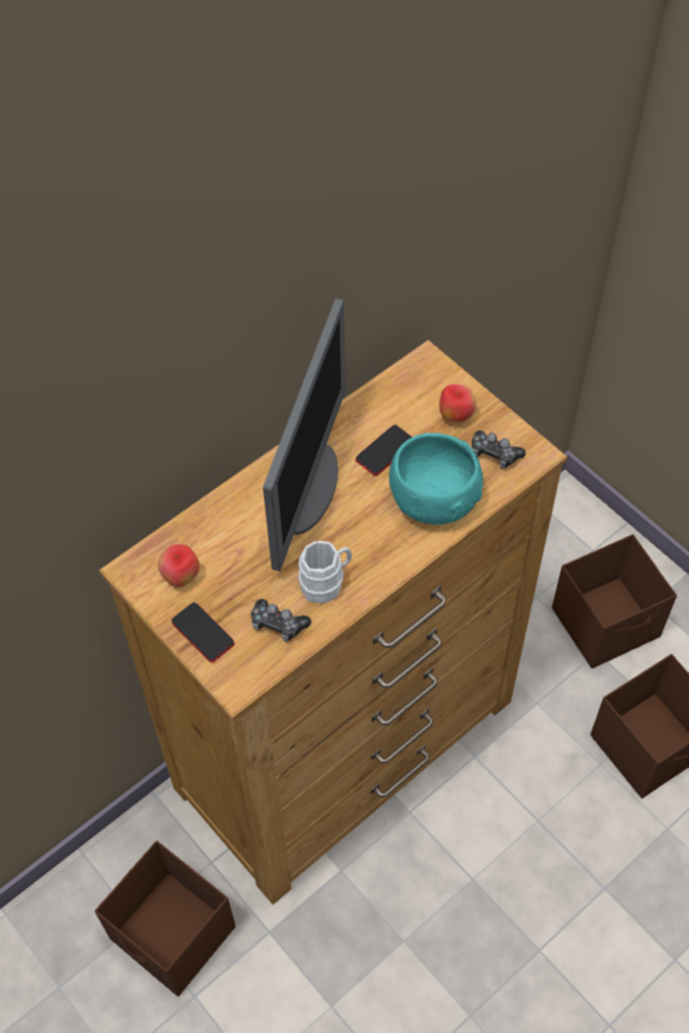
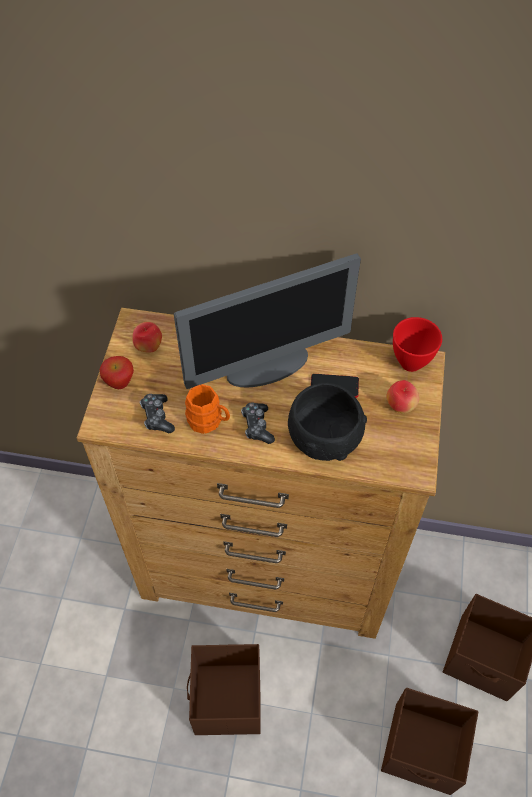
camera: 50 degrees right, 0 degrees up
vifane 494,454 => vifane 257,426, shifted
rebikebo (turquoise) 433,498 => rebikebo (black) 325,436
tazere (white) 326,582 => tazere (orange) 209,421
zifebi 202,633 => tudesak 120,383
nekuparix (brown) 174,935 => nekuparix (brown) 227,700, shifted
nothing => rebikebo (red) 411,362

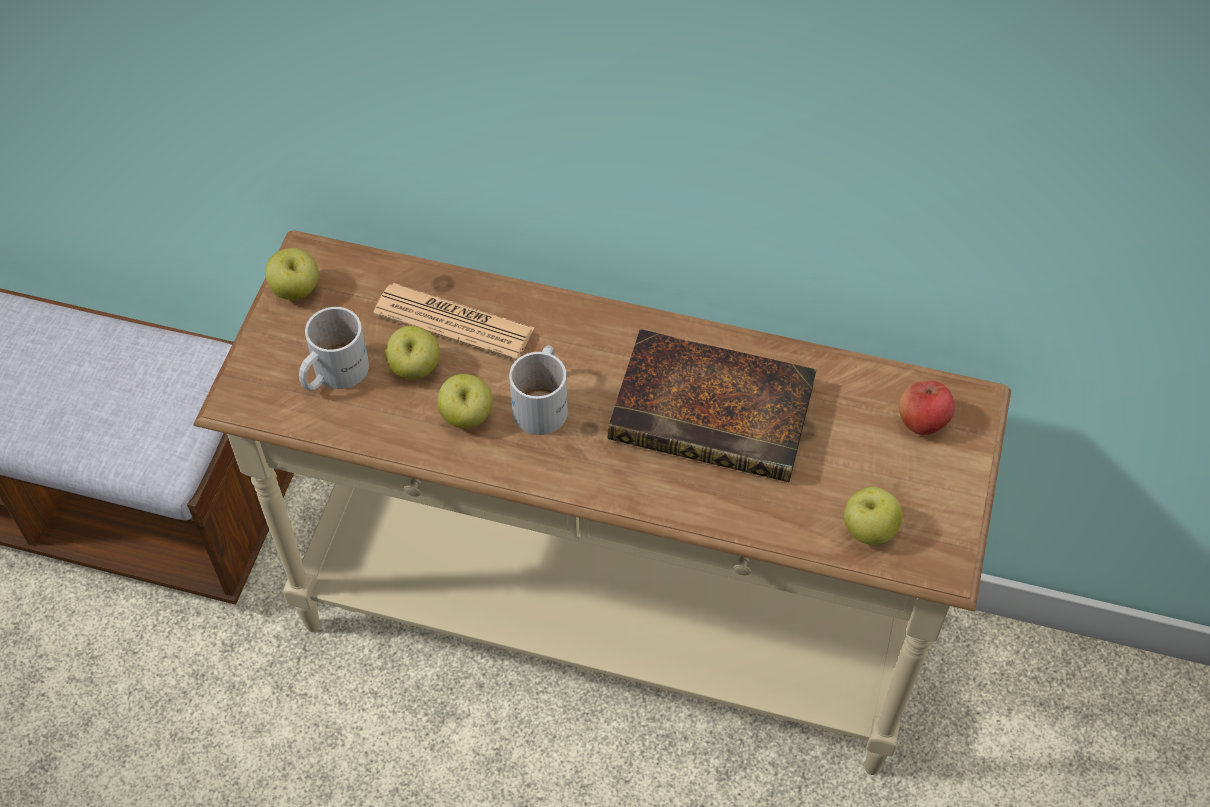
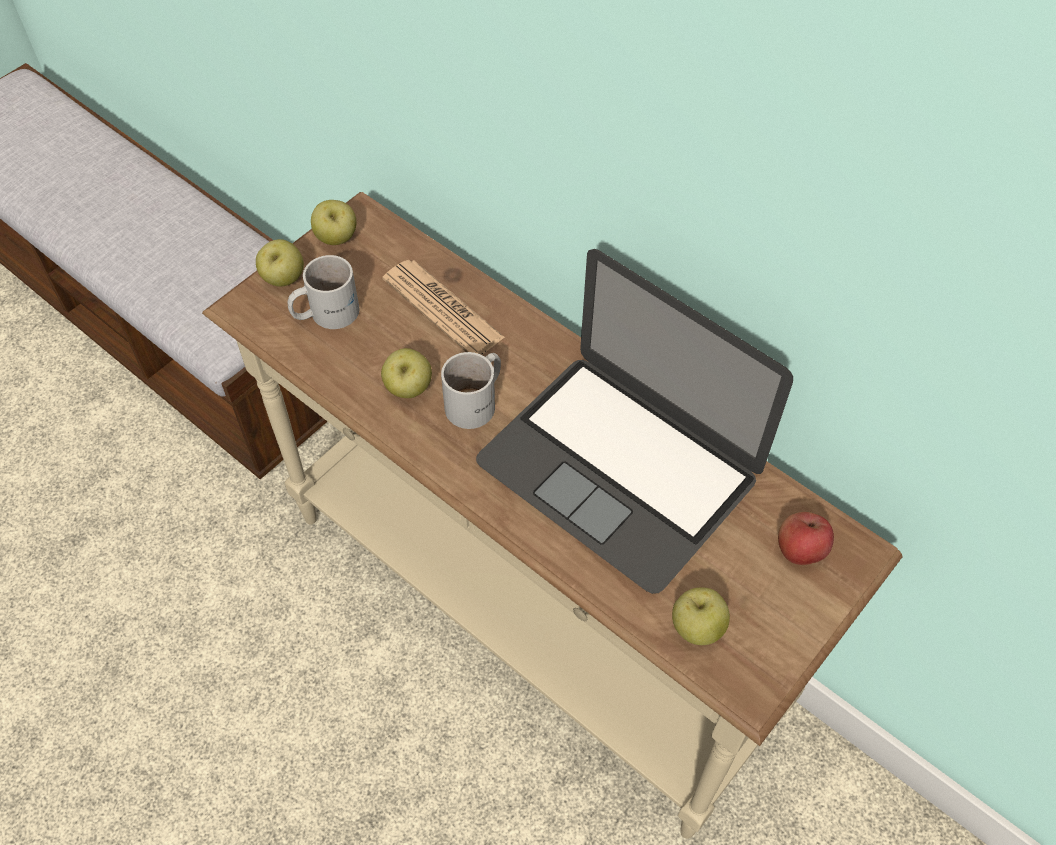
camera: 25 degrees right, 0 degrees up
tudesak 415,368 => tudesak 284,279, shifted
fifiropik 717,413 => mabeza 618,468

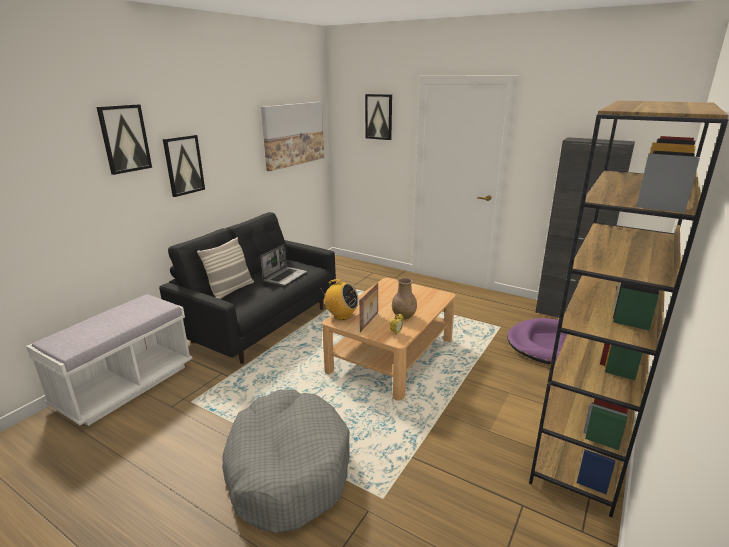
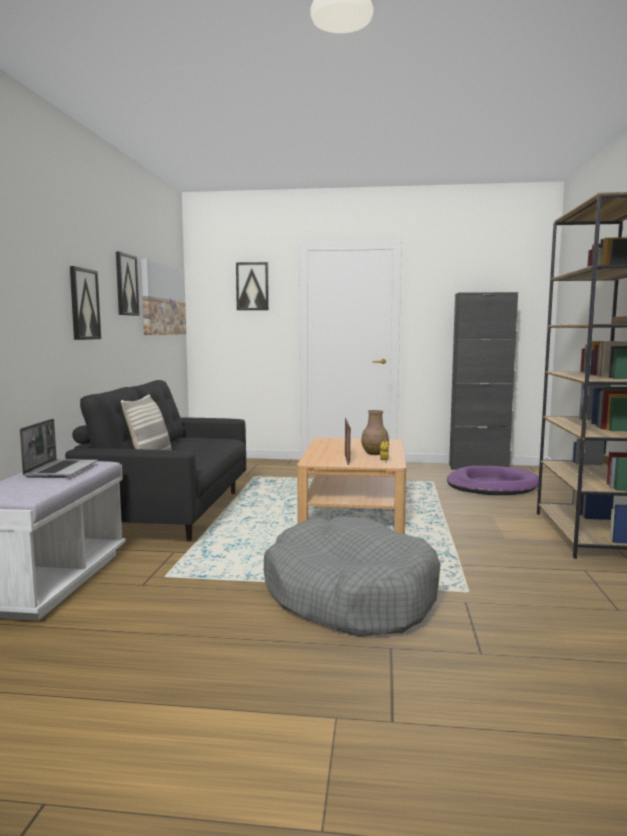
camera: 25 degrees left, 15 degrees down
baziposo 124,139 => baziposo 126,284, shifted
mabeza 285,276 => mabeza 61,470, shifted
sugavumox 341,316 => nothing

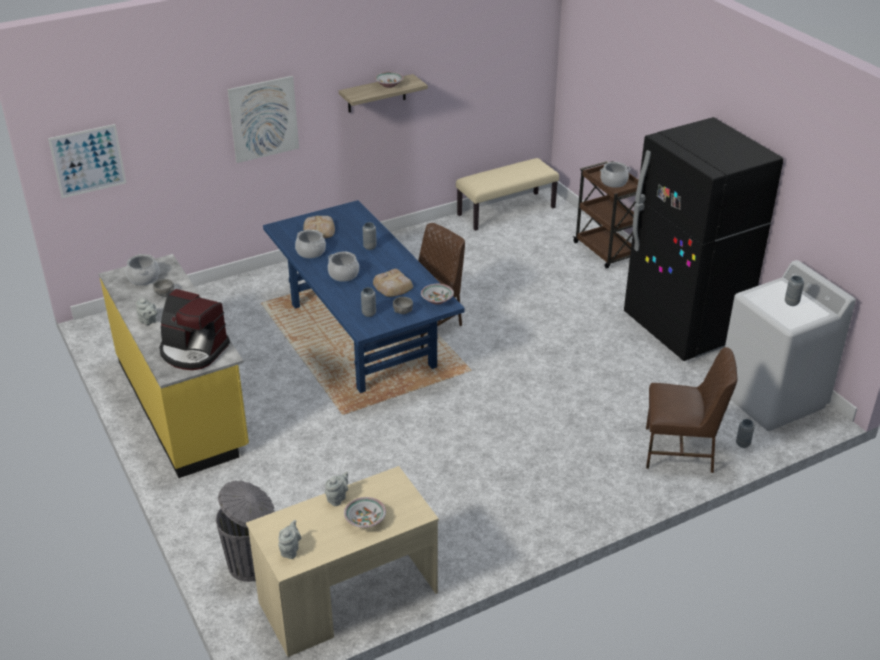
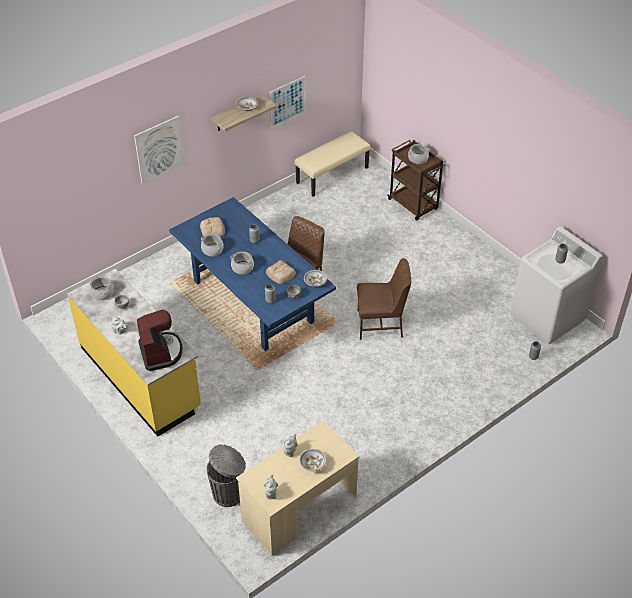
camera: 10 degrees left, 10 degrees up
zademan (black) 684,328 => nothing
baziposo 88,161 => baziposo 287,102, shifted
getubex 193,351 => getubex 160,352, 120 degrees counterclockwise
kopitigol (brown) 680,451 => kopitigol (brown) 381,324, shifted

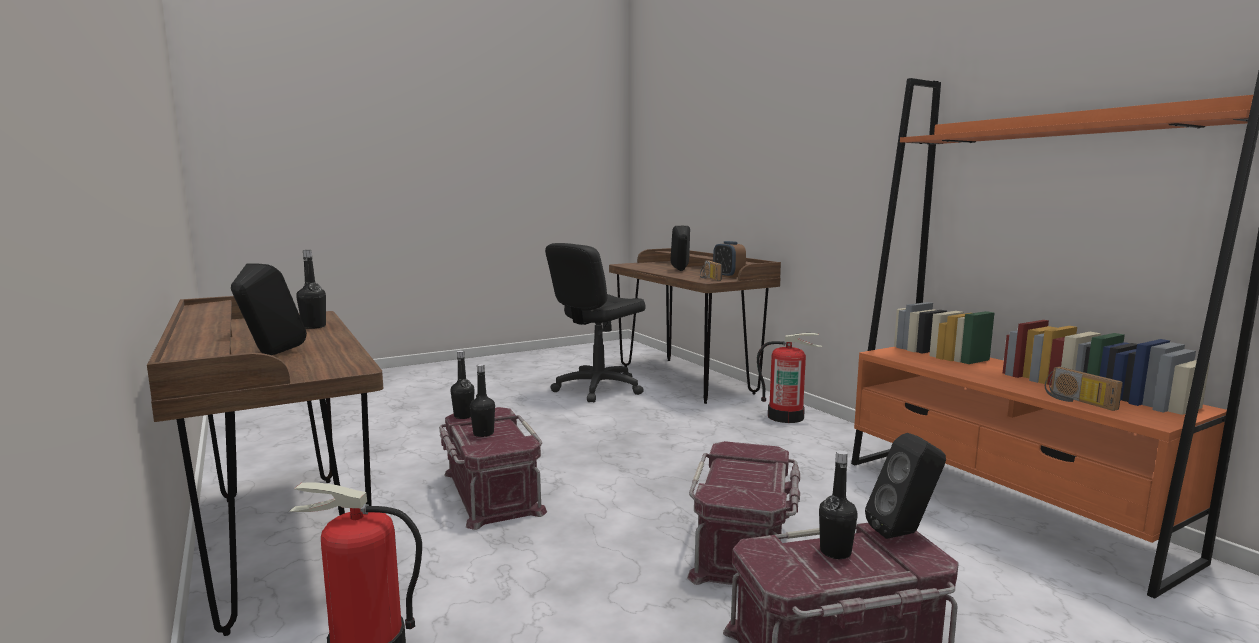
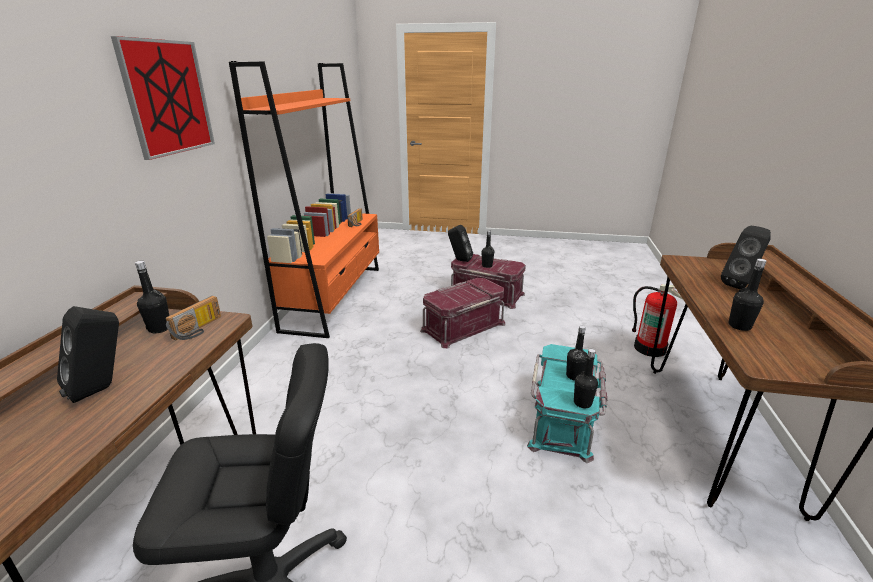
camera: 140 degrees left, 15 degrees up
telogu 728,276 => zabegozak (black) 160,328
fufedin 786,416 => nothing
nekuparix (red) 490,492 => nekuparix (turquoise) 563,418
nothing => baziposo 168,98

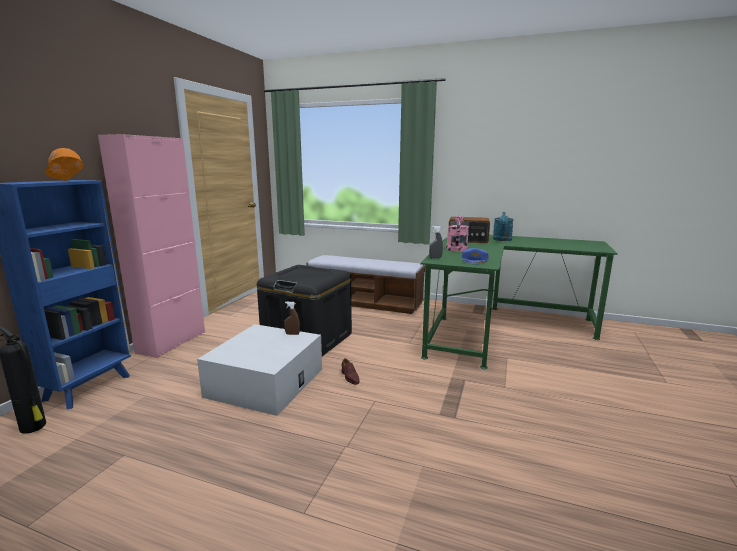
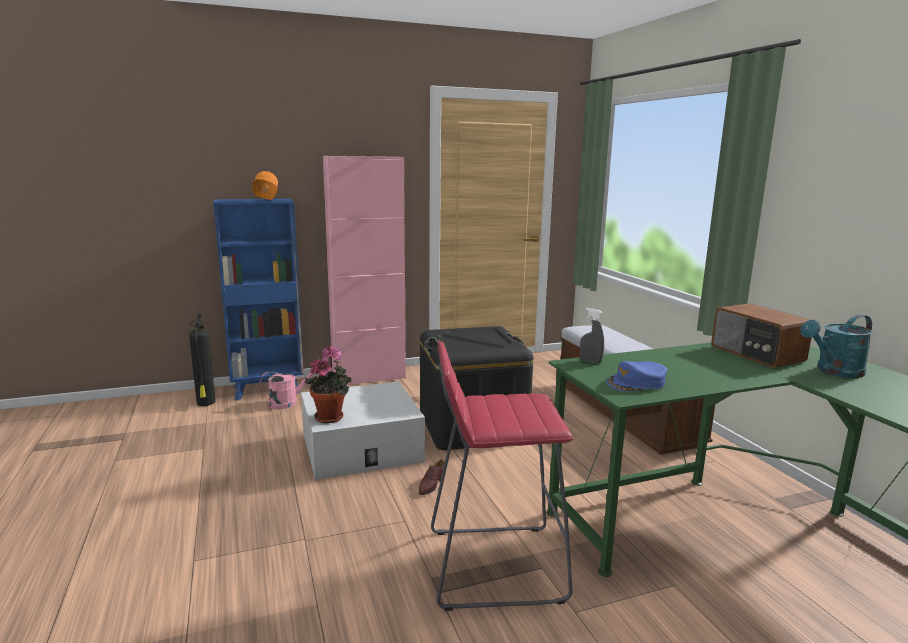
camera: 50 degrees right, 0 degrees up
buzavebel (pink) 456,248 => buzavebel (pink) 288,402, shifted
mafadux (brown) 292,334 => nothing
nothing => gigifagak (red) 493,564
nothing => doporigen 331,417

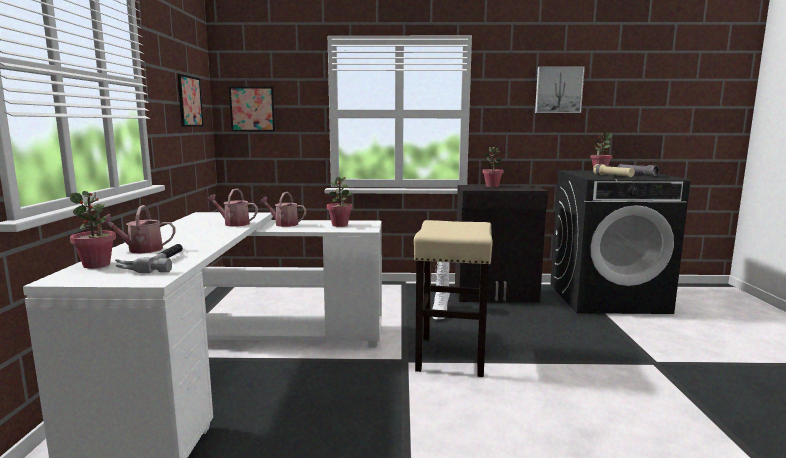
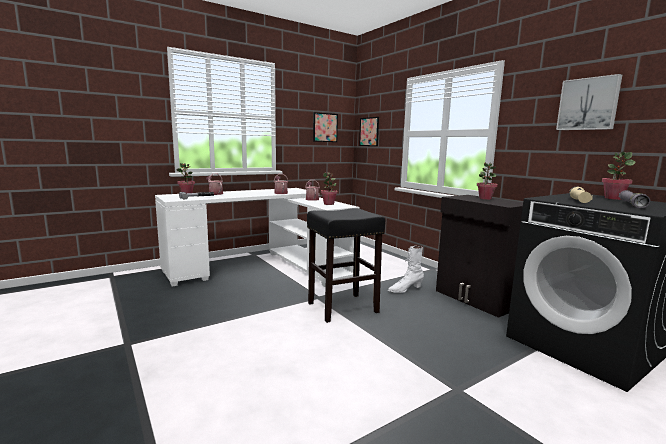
camera: 55 degrees right, 0 degrees up
gigifagak (beige) 451,356 => gigifagak (black) 342,308

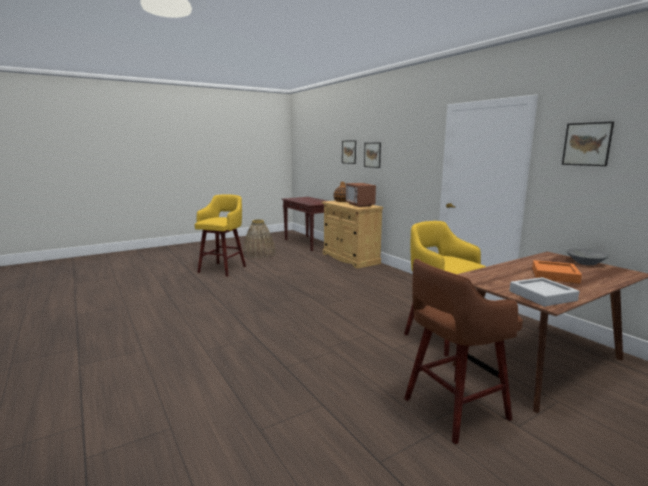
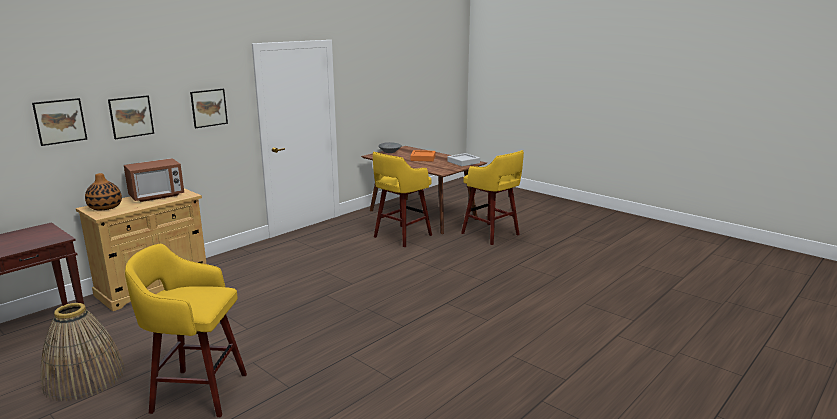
camera: 105 degrees left, 5 degrees up
baziposo 587,144 => baziposo 209,108, shifted
gigifagak (brown) 453,409 => gigifagak (yellow) 491,234

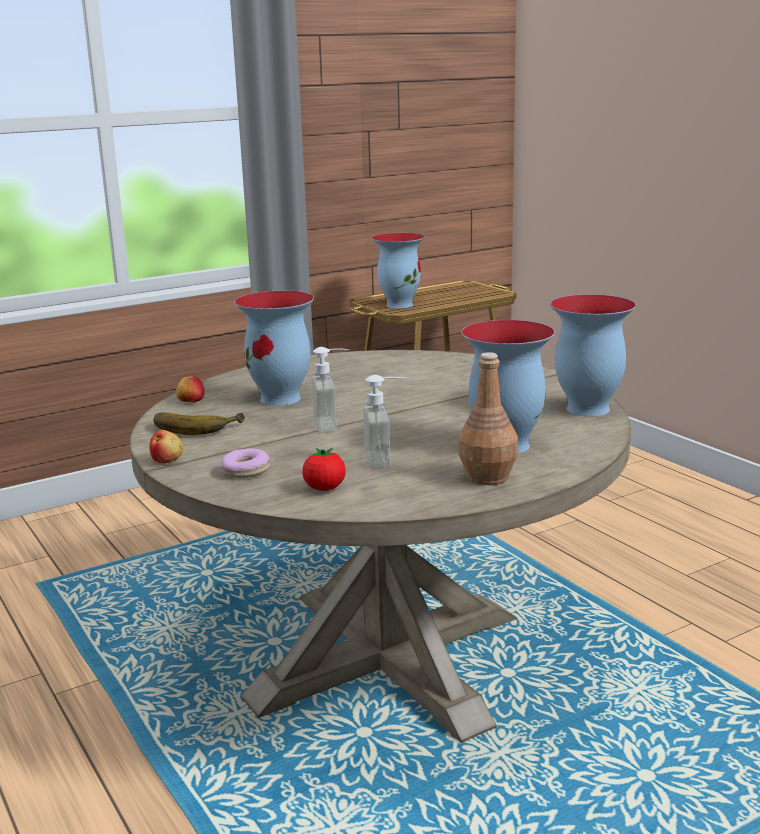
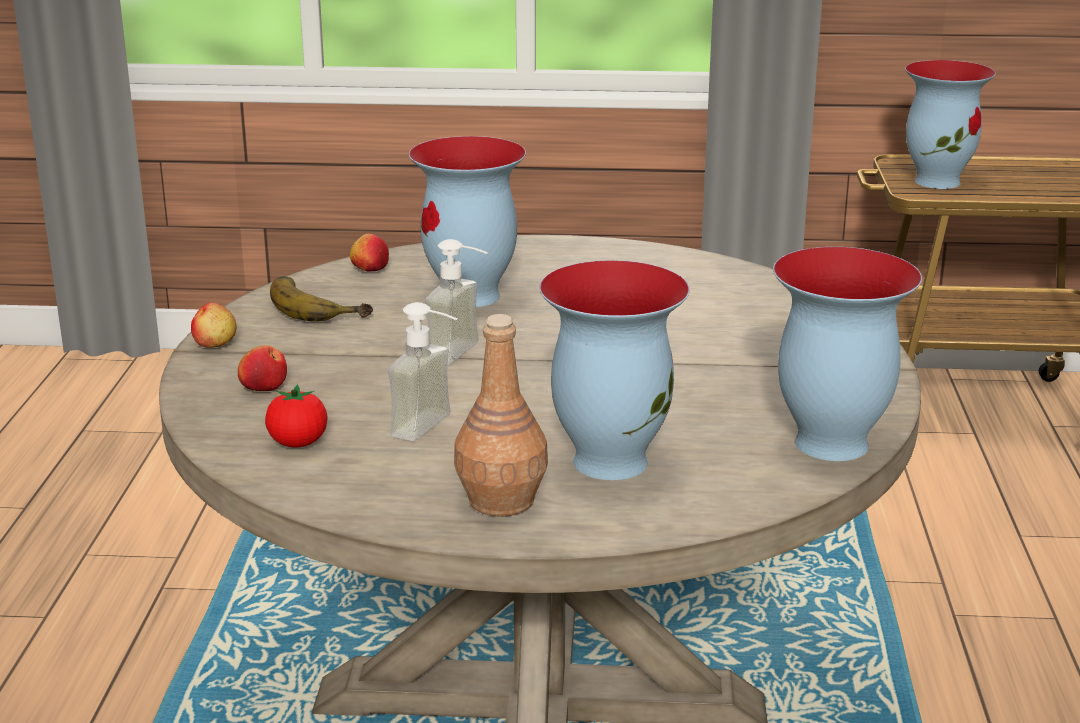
camera: 35 degrees right, 5 degrees up
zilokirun 246,471 => tudesak 263,387

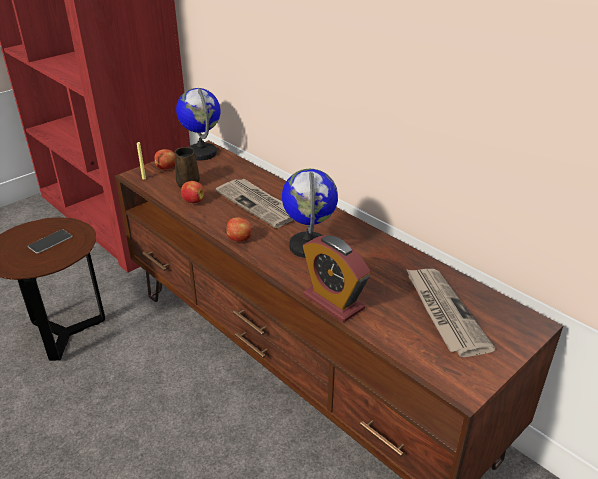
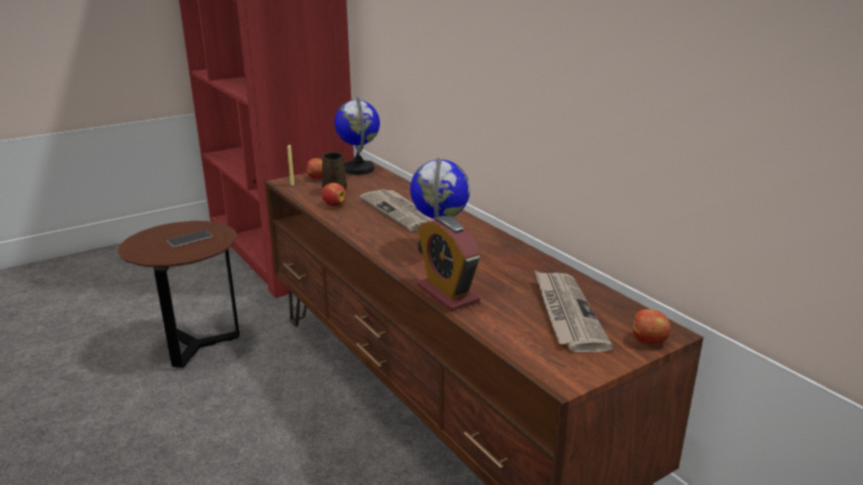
camera: 10 degrees right, 10 degrees down
tudesak 240,239 => tudesak 649,341, shifted

